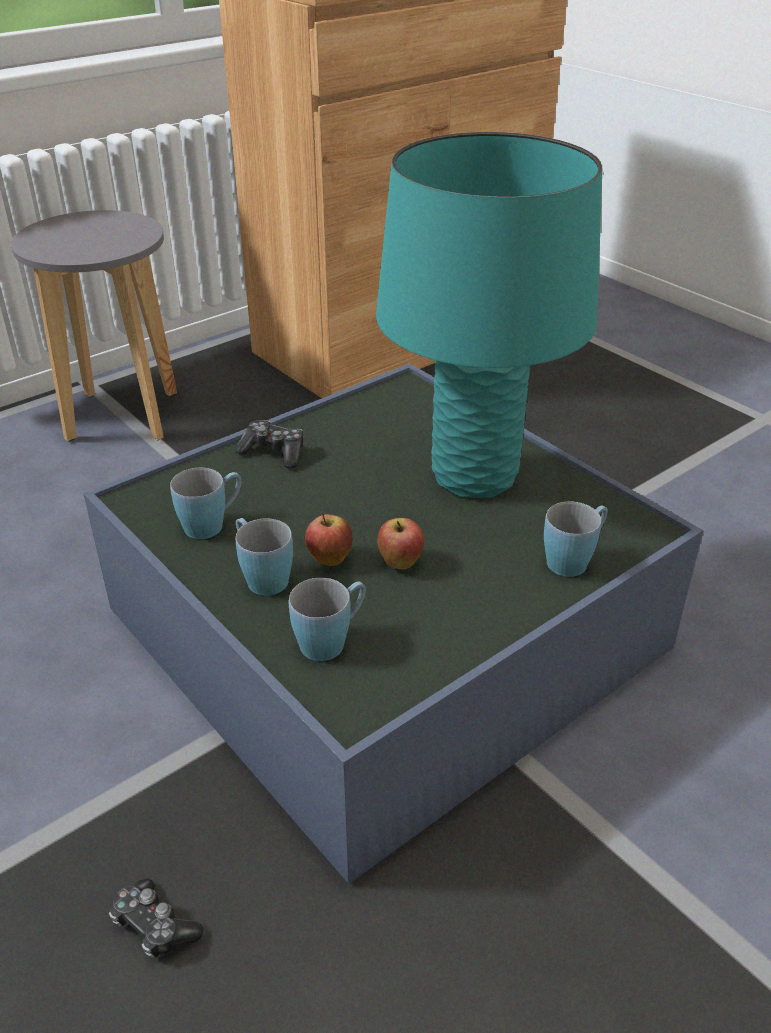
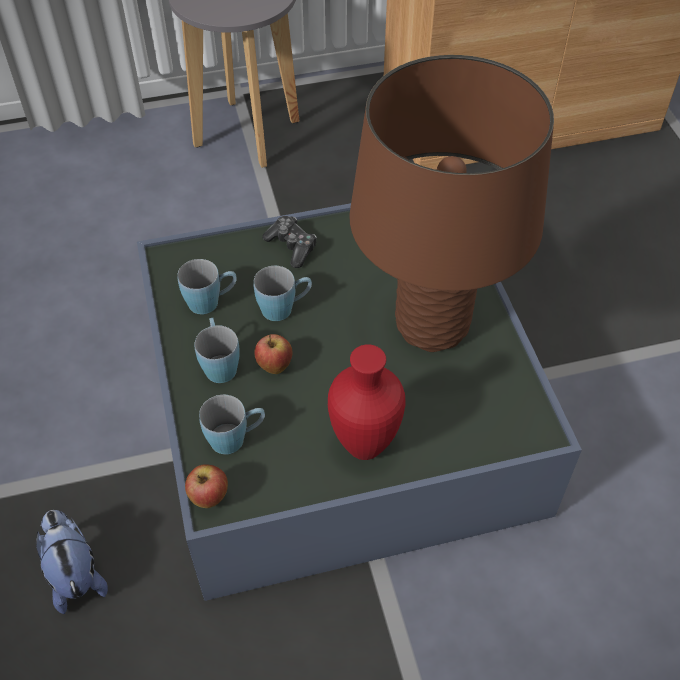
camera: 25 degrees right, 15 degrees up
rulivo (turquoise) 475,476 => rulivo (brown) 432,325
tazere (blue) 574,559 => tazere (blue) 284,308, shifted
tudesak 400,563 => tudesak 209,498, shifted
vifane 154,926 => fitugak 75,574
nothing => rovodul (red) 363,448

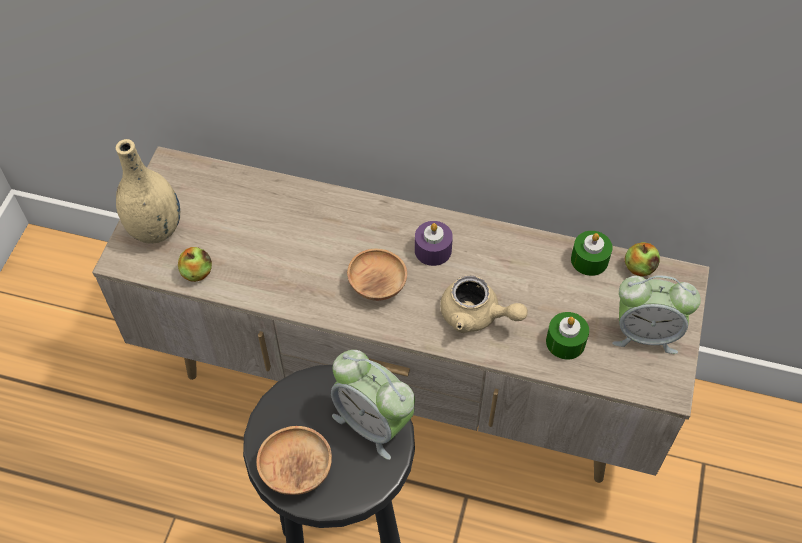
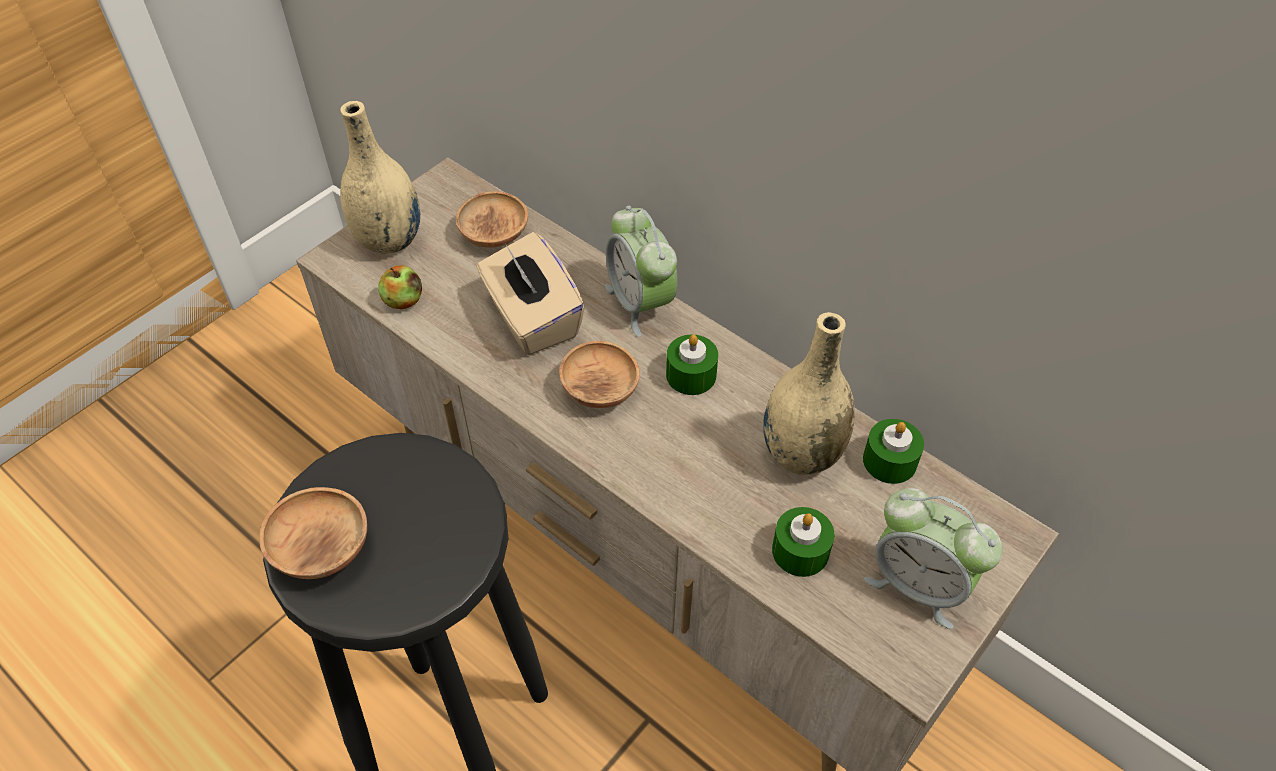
camera: 25 degrees right, 5 degrees down
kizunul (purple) 433,250 => kizunul (green) 691,375
tudesak 639,267 => nothing
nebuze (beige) 477,316 => nothing
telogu 373,422 => telogu 640,303, shifted
nothing => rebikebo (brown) 494,234
nothing => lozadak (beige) 532,319
nothing => rovodul (beige) 801,453

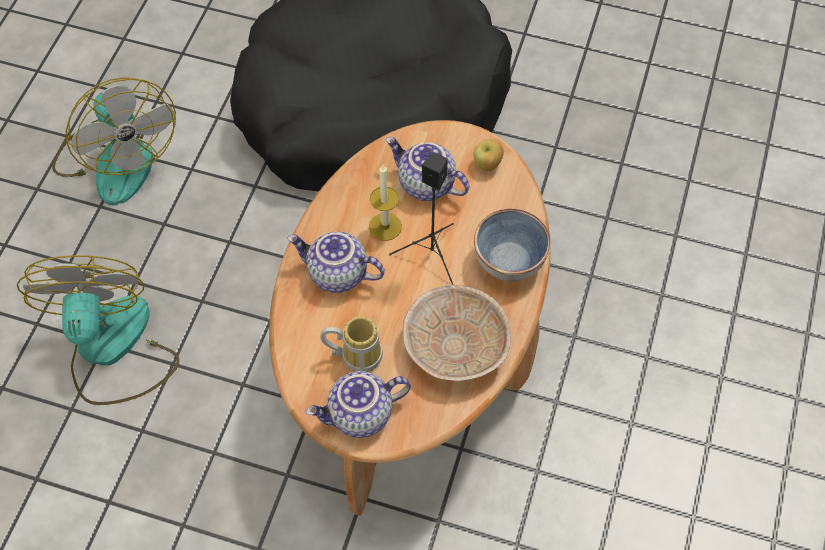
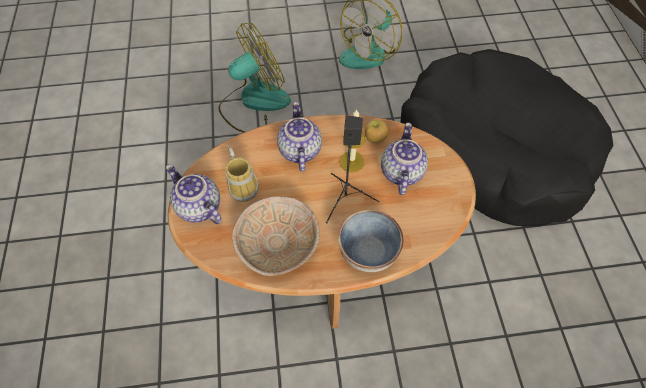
camera: 65 degrees right, 0 degrees up
tudesak 487,165 => tudesak 375,139, shifted

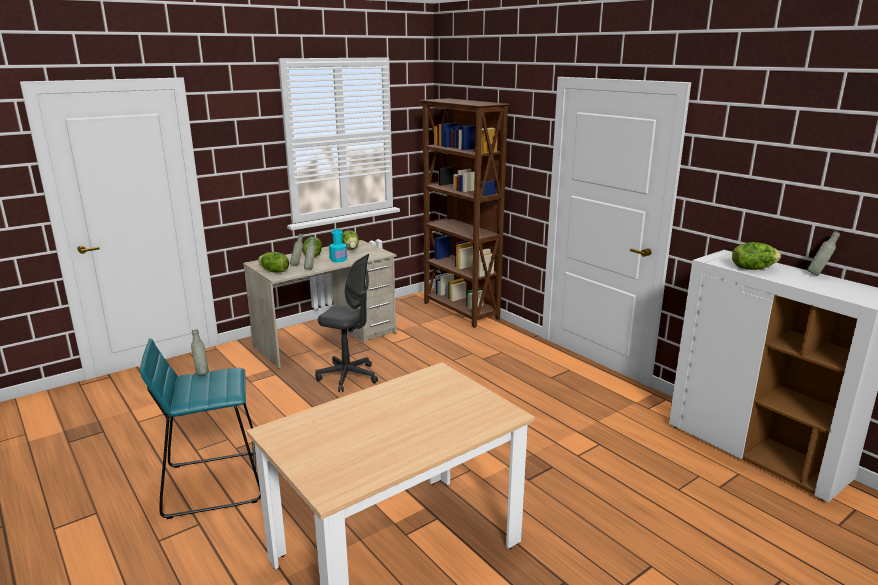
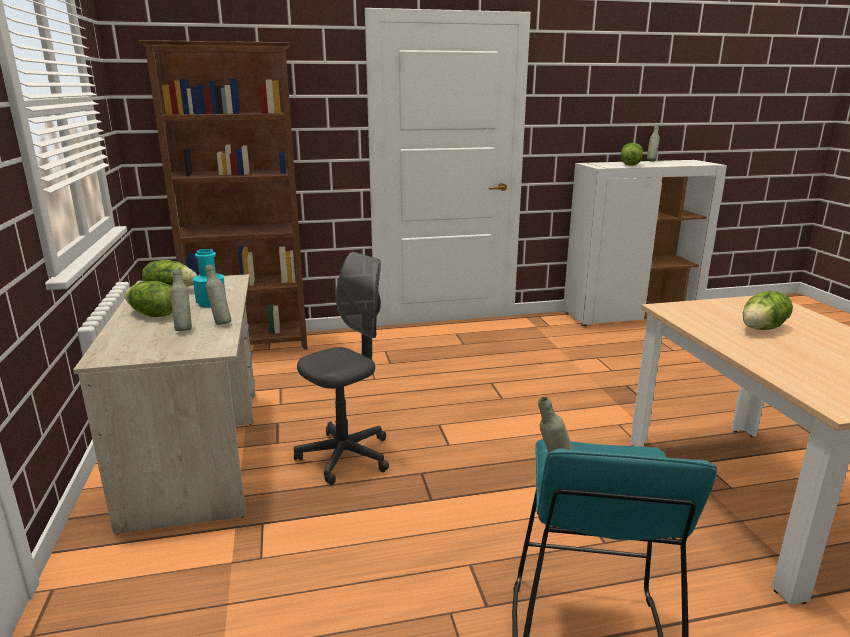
camera: 65 degrees left, 0 degrees up
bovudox 274,271 => bovudox 763,328, shifted

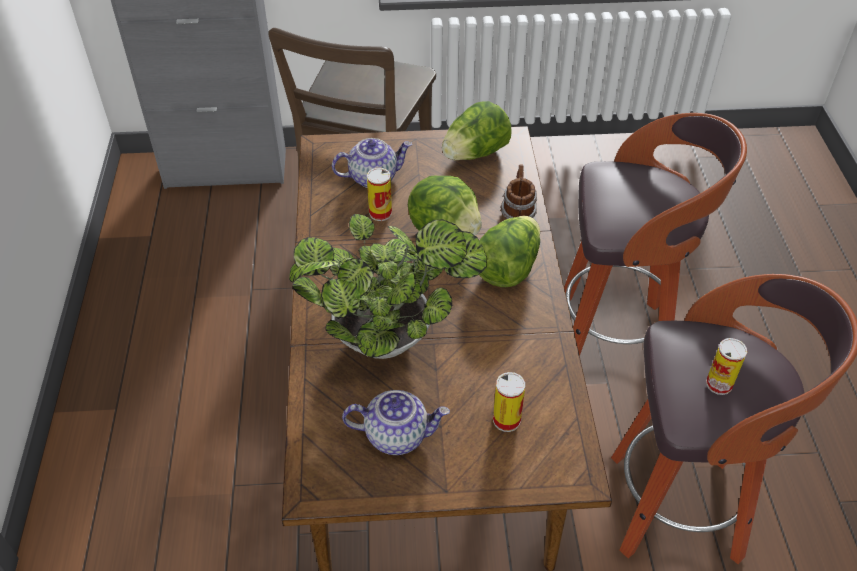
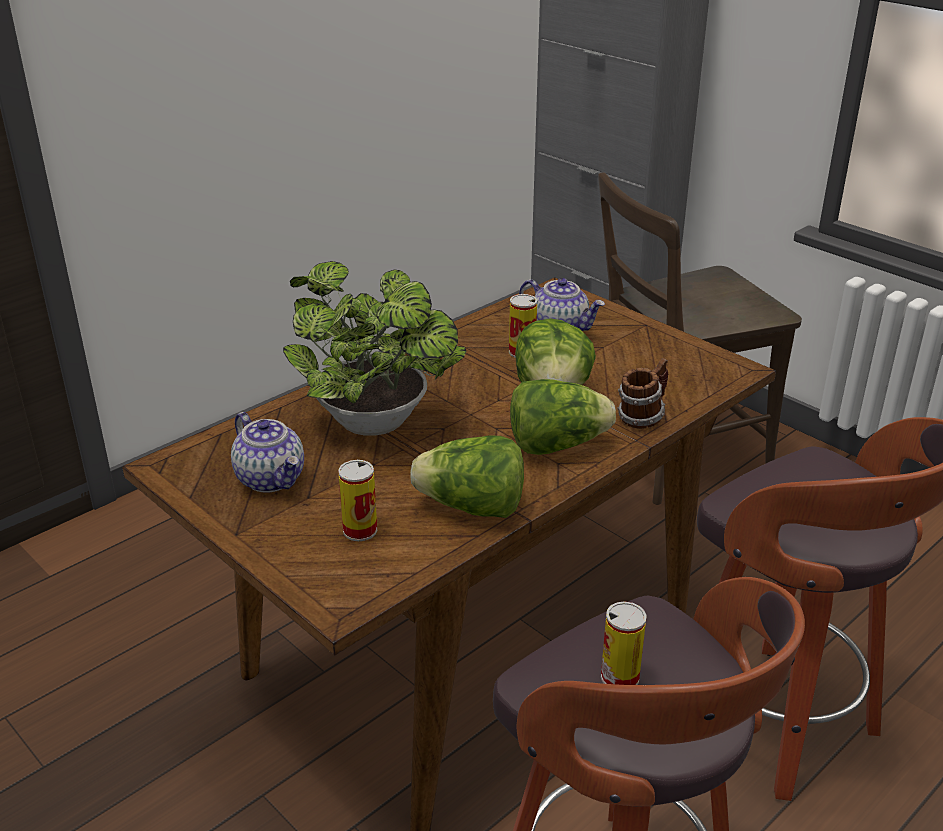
camera: 50 degrees right, 15 degrees down
bovudox 475,154 => bovudox 472,507, shifted

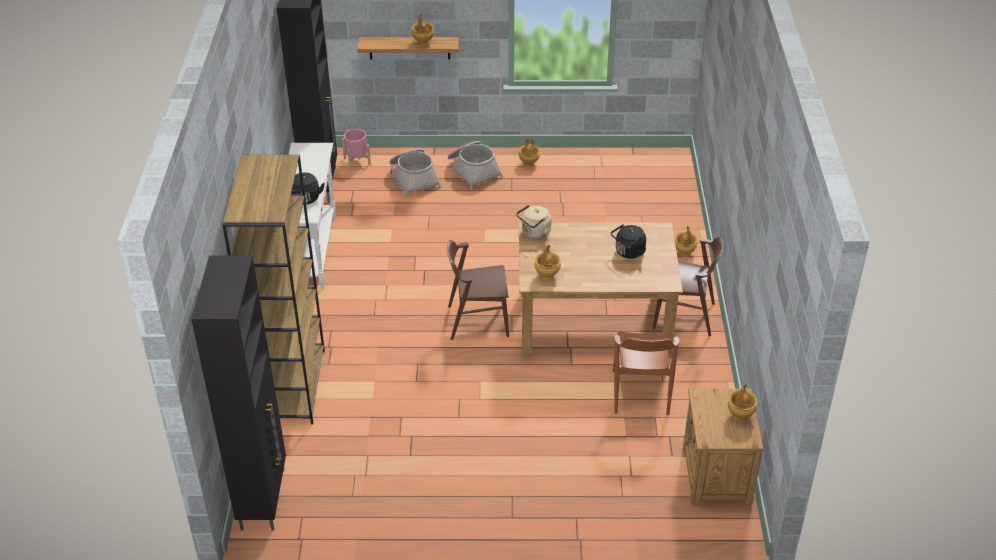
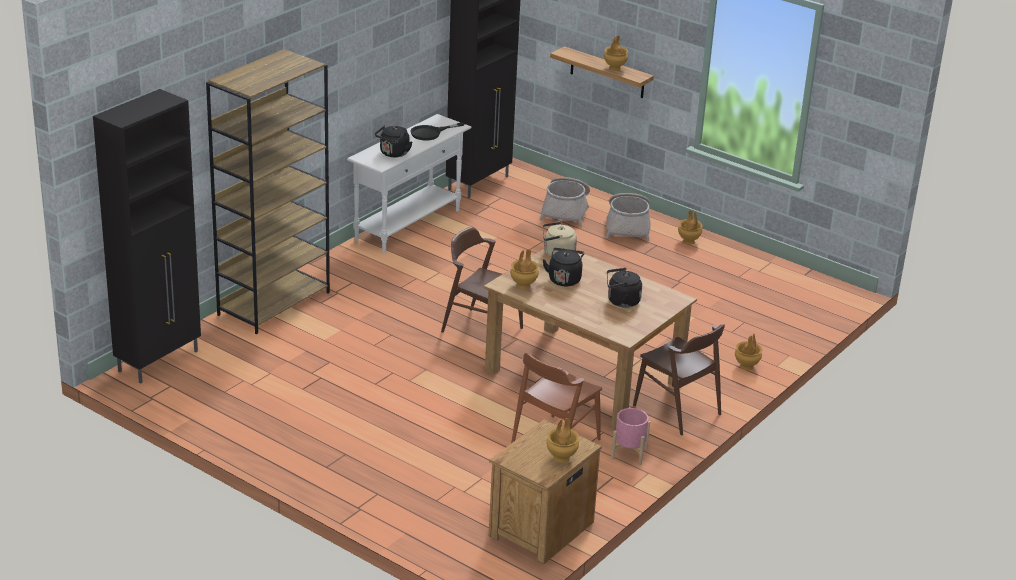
camera: 35 degrees right, 10 degrees down
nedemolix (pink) 357,161 => nedemolix (pink) 629,453, shifted
nothing => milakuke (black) 430,133
nothing => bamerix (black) 564,279

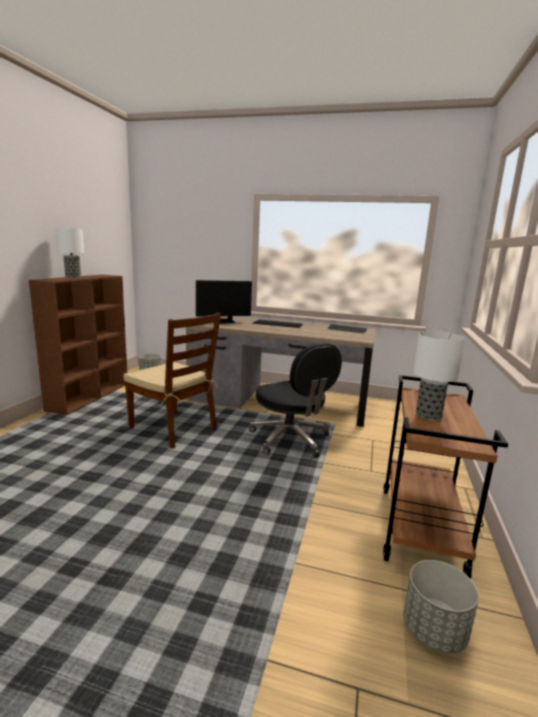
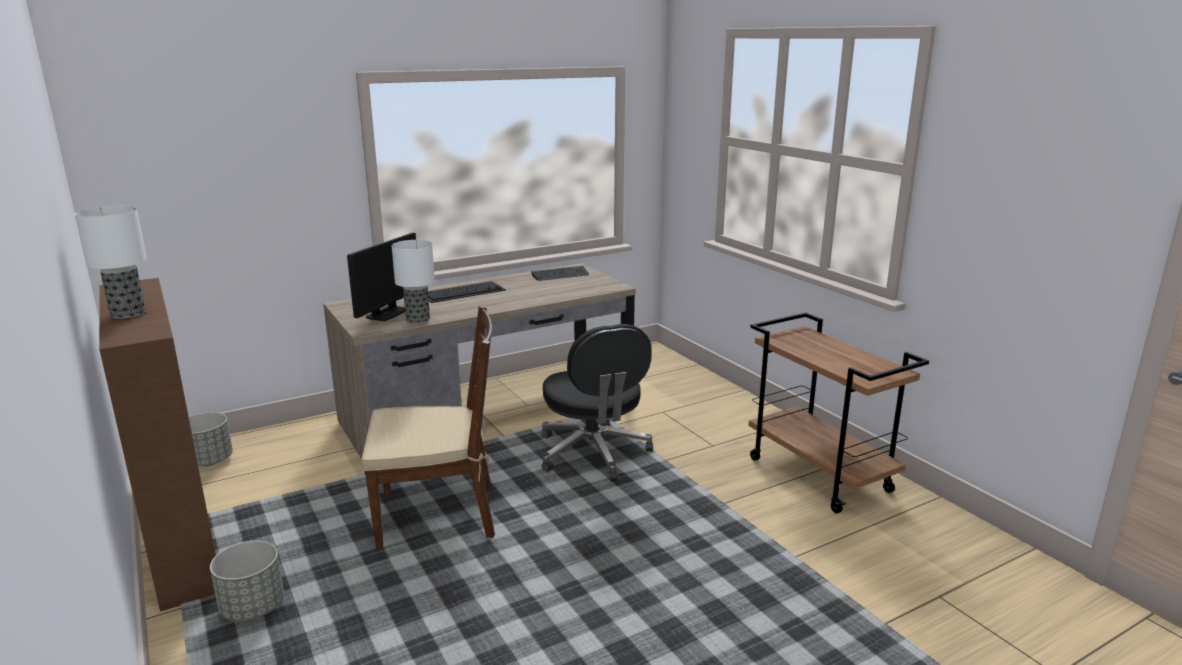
camera: 45 degrees left, 5 degrees up
rulivo 428,415 => rulivo 418,320, shifted
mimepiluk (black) 290,440 => mimepiluk (black) 593,453, 60 degrees clockwise
nedemolix (grey) 433,630 => nedemolix (grey) 252,607, shifted

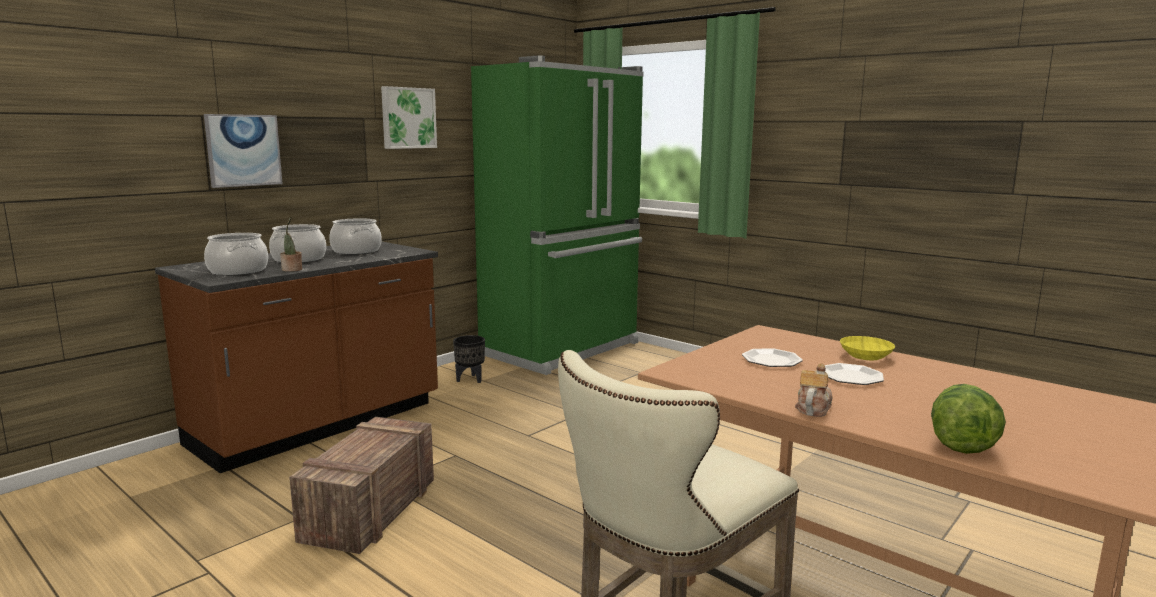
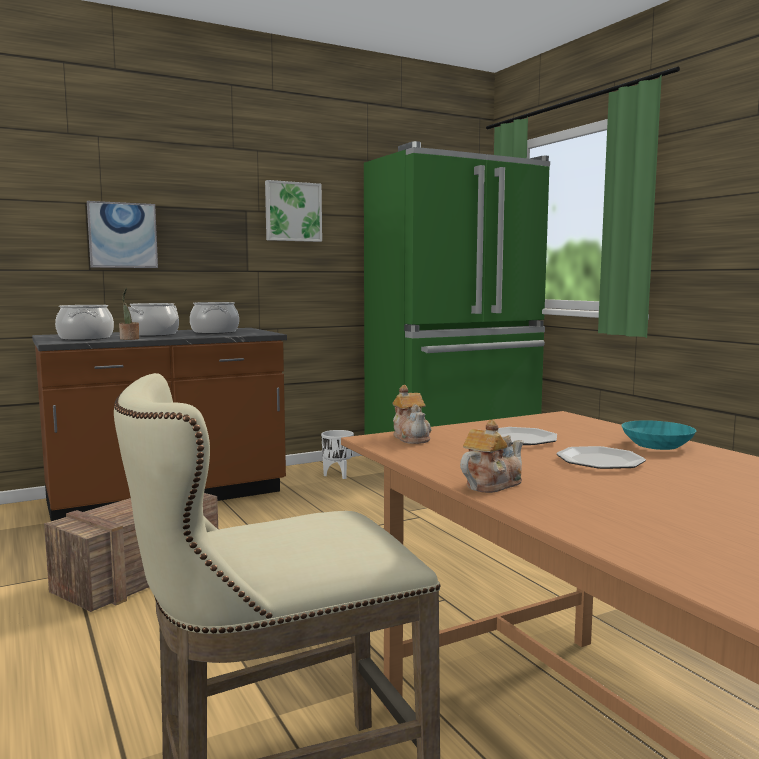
camera: 20 degrees right, 5 degrees down
nedemolix (black) 470,380 => nedemolix (white) 338,475
rebikebo (yellow) 866,356 => rebikebo (turquoise) 657,445
bovudox 960,442 => nothing
nothing => nebuze 411,438

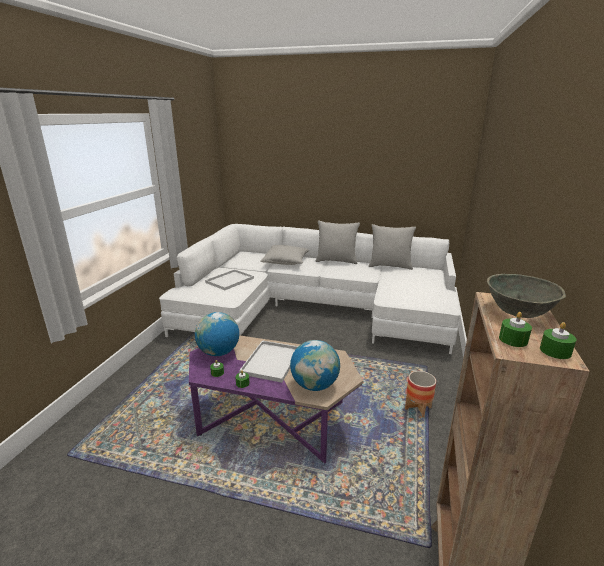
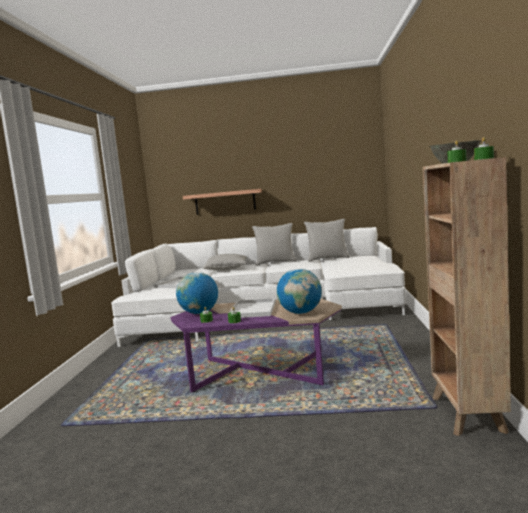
camera: 10 degrees left, 15 degrees down
nedemolix 418,408 => nothing
nothing => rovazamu 225,202

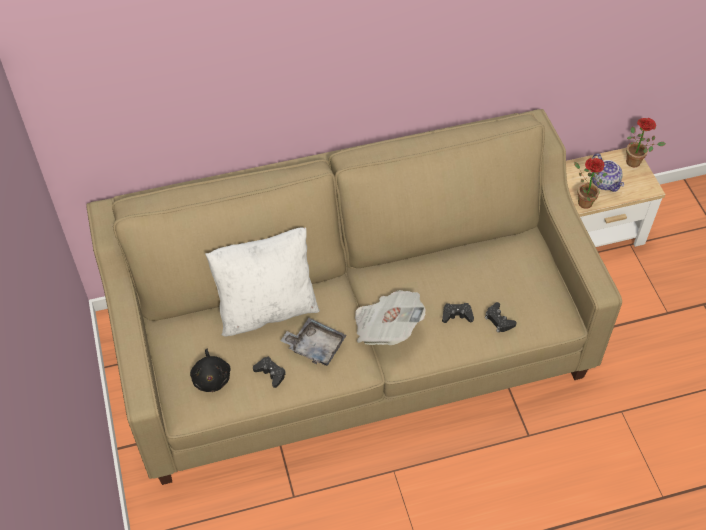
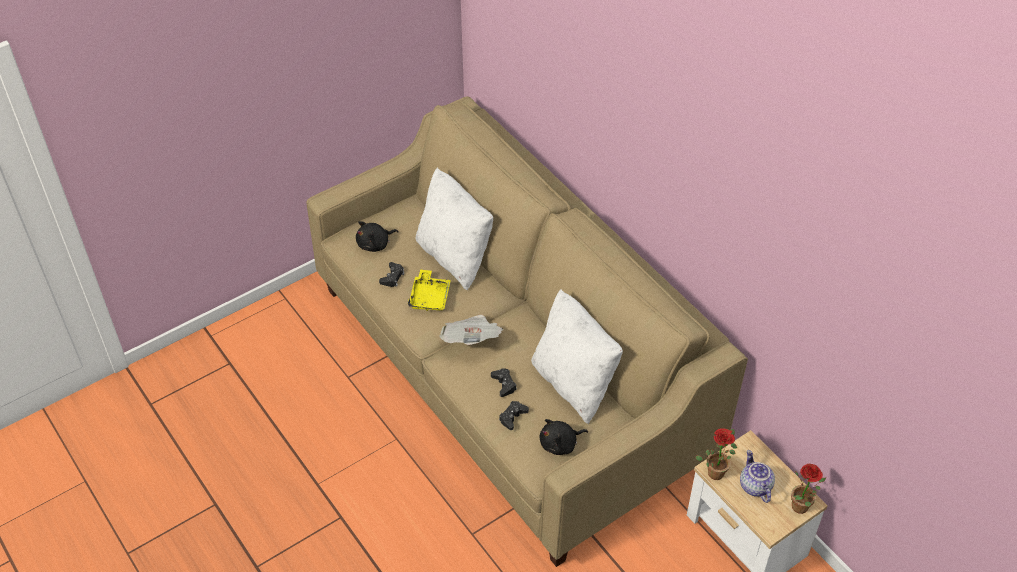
camera: 70 degrees right, 5 degrees down
nebuze 605,183 => nebuze 754,486, 120 degrees clockwise
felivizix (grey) 315,346 => felivizix (yellow) 430,297
nothing => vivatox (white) 574,383
nothing => fitugak (black) 560,444

